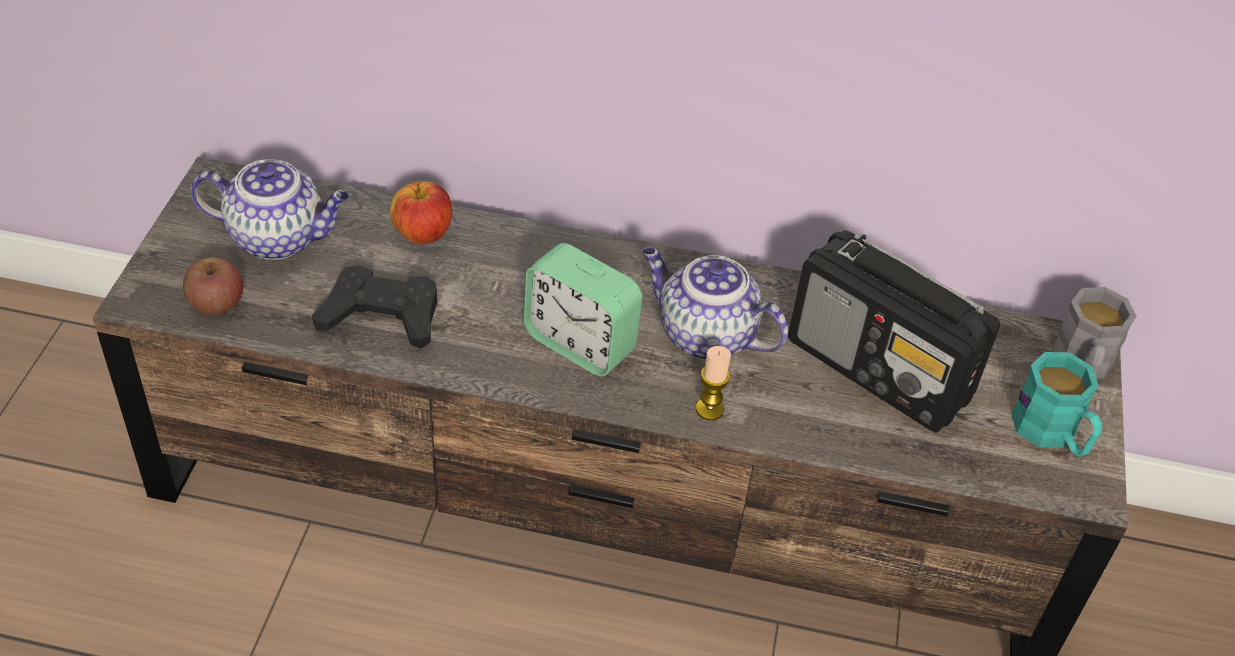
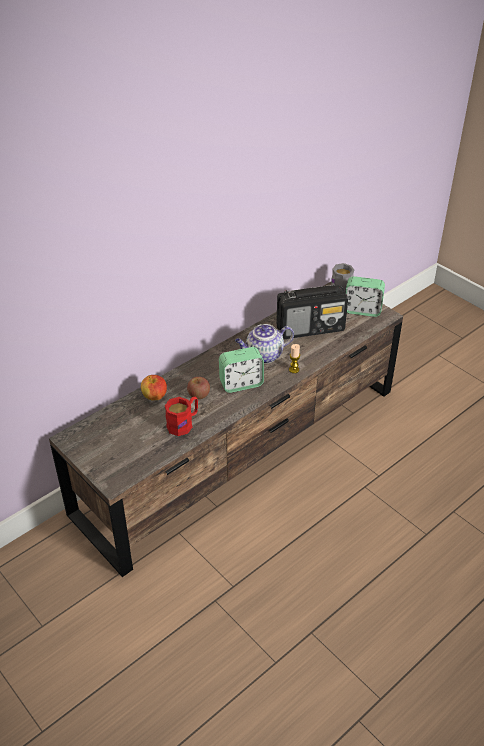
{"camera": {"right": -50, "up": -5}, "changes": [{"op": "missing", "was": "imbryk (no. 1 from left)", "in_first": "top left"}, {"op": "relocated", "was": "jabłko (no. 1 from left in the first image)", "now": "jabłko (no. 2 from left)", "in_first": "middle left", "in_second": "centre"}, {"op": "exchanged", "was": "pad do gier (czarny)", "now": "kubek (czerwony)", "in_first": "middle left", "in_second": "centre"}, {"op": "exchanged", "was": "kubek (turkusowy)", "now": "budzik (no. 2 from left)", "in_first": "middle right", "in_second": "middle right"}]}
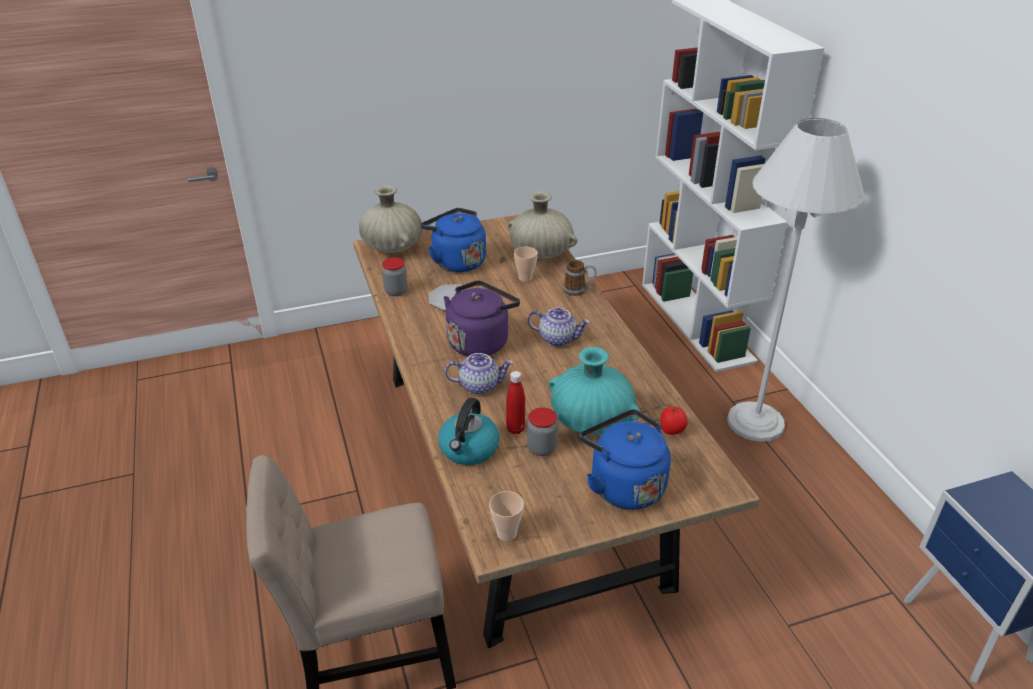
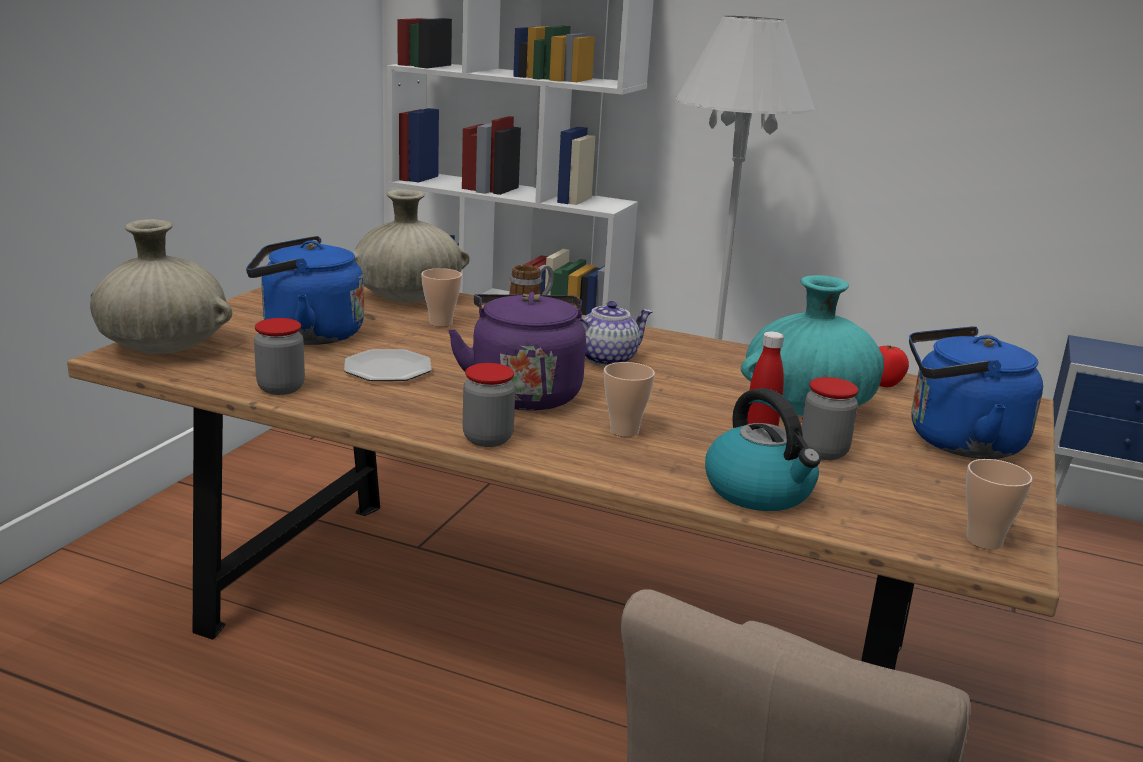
{"camera": {"right": -50, "up": -15}, "changes": [{"op": "exchanged", "was": "imbryk (no. 1 from left)", "now": "filiżanka (no. 2 from left)", "in_first": "centre", "in_second": "centre"}, {"op": "appeared", "now": "słoik (no. 2 from left)", "in_second": "centre"}]}
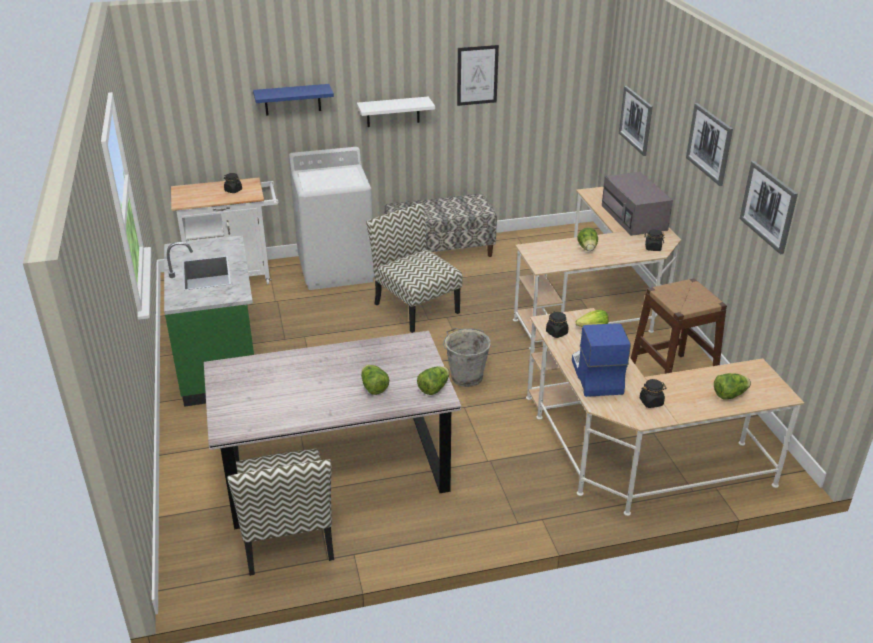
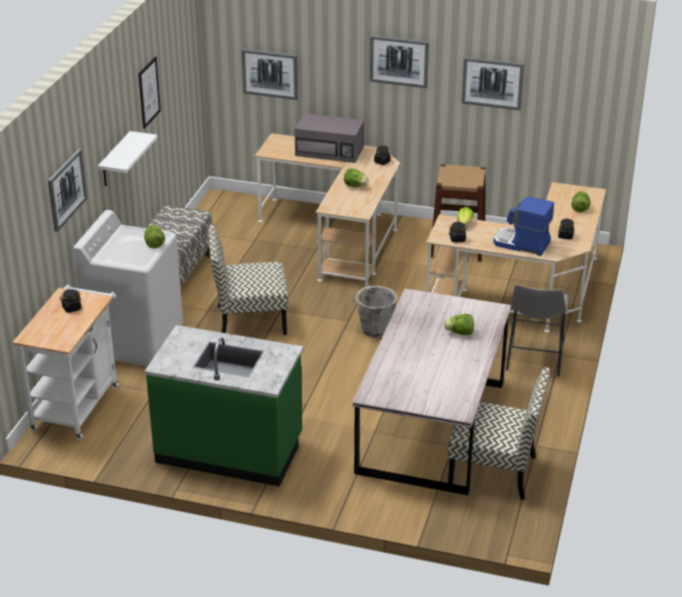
{"camera": {"right": -60, "up": 0}, "changes": [{"op": "exchanged", "was": "półka (niebieski)", "now": "obraz (no. 1 from left)", "in_first": "top centre", "in_second": "top left"}, {"op": "relocated", "was": "sałata (no. 2 from left in the first image)", "now": "sałata (no. 1 from left)", "in_first": "centre", "in_second": "middle left"}, {"op": "appeared", "now": "stołek (szary)", "in_second": "middle right"}]}
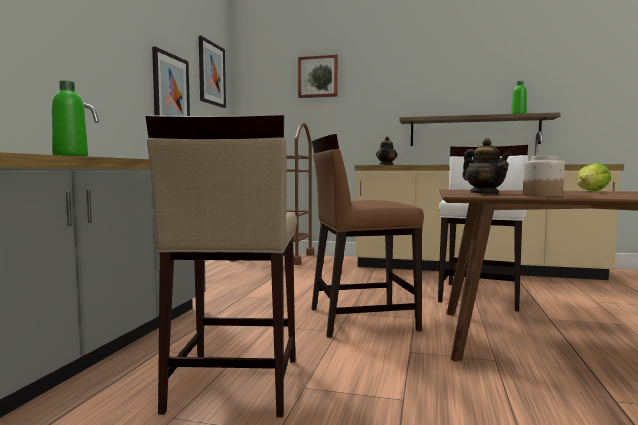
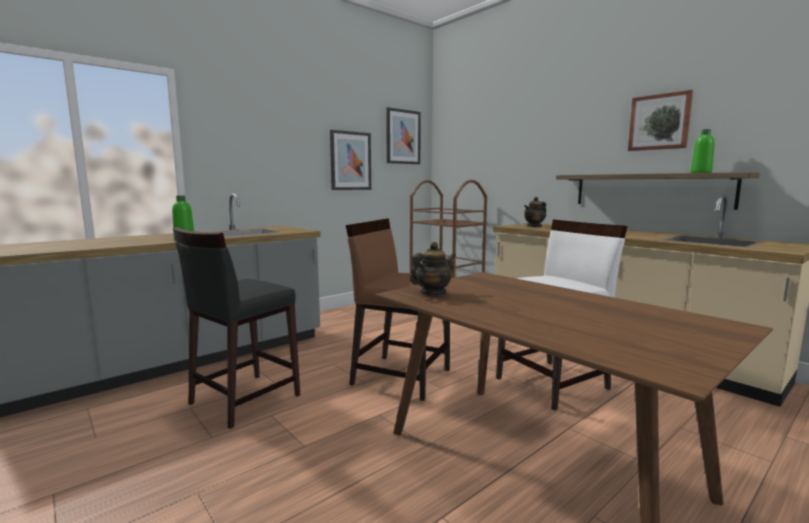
{"camera": {"right": 35, "up": 5}, "changes": [{"op": "relocated", "was": "obraz (no. 3 from left)", "in_first": "top centre", "in_second": "top right"}, {"op": "colour", "was": "stołek (beżowy)", "now": "stołek (czarny)", "in_first": "centre", "in_second": "middle left"}, {"op": "spun", "was": "imbryk (no. 2 from left in the first image)", "in_first": "middle right", "in_second": "centre", "clockwise": -135}, {"op": "missing", "was": "słoik", "in_first": "middle right"}, {"op": "missing", "was": "sałata", "in_first": "middle right"}]}
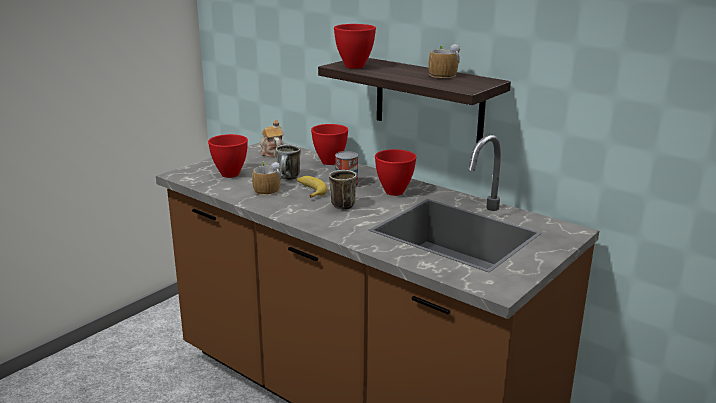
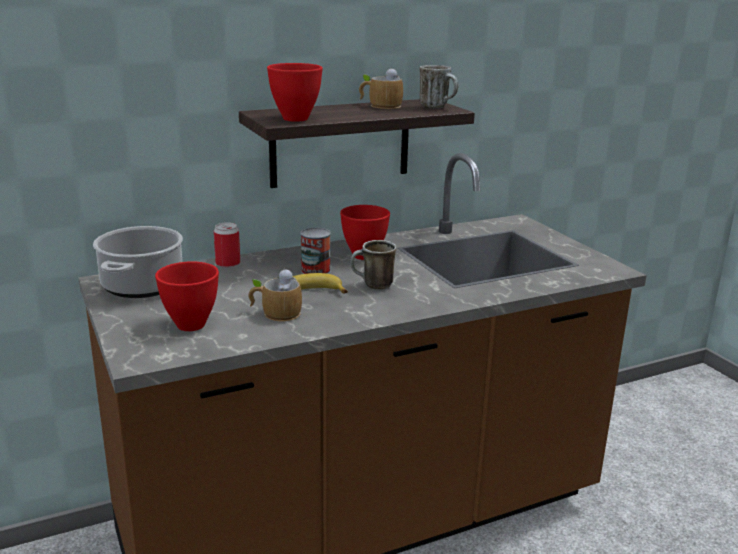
{"camera": {"right": -65, "up": 0}, "changes": [{"op": "exchanged", "was": "imbryk", "now": "garnek", "in_first": "centre", "in_second": "middle left"}, {"op": "exchanged", "was": "miska (czerwony) (no. 2 from left)", "now": "puszka (no. 1 from left)", "in_first": "centre", "in_second": "middle left"}, {"op": "relocated", "was": "kubek (no. 2 from left in the first image)", "now": "kubek (no. 4 from left)", "in_first": "centre", "in_second": "top centre"}]}
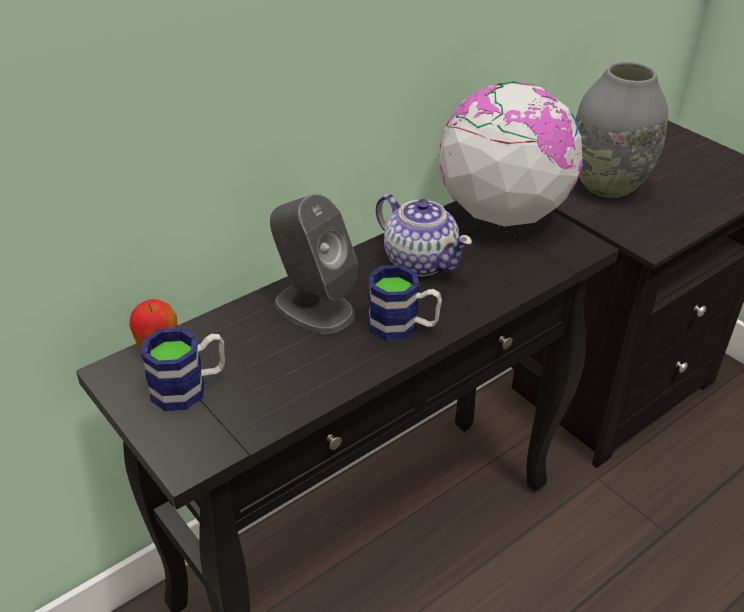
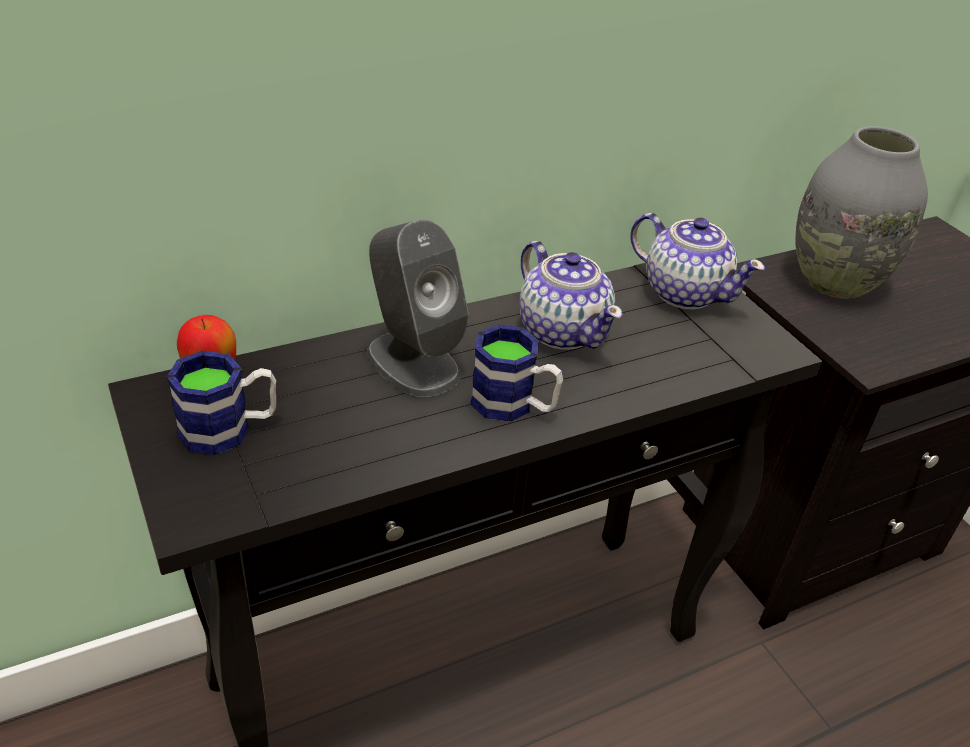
{"camera": {"right": 10, "up": 0}, "changes": [{"op": "exchanged", "was": "globus", "now": "imbryk (no. 2 from left)", "in_first": "top right", "in_second": "middle right"}]}
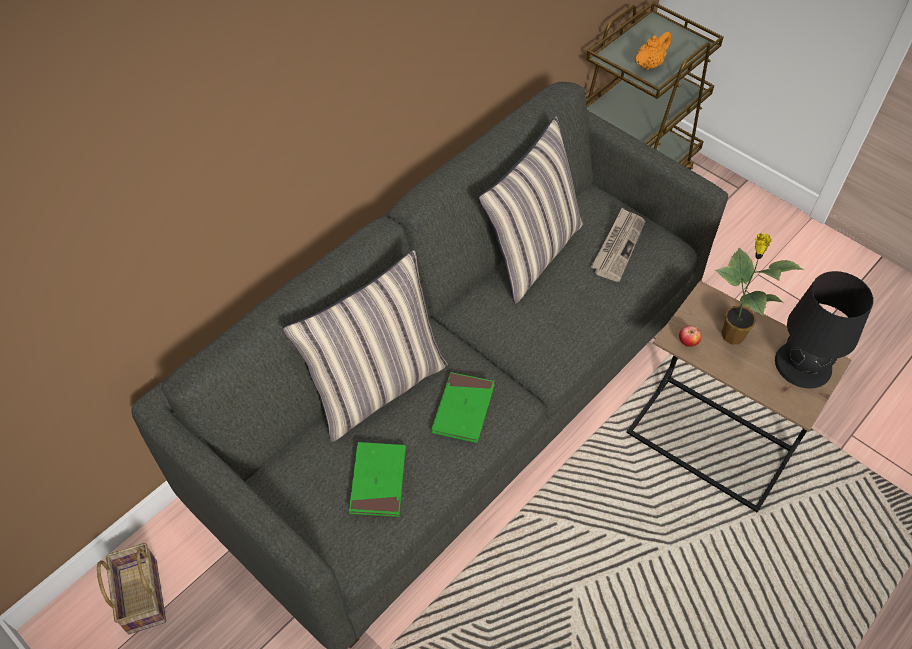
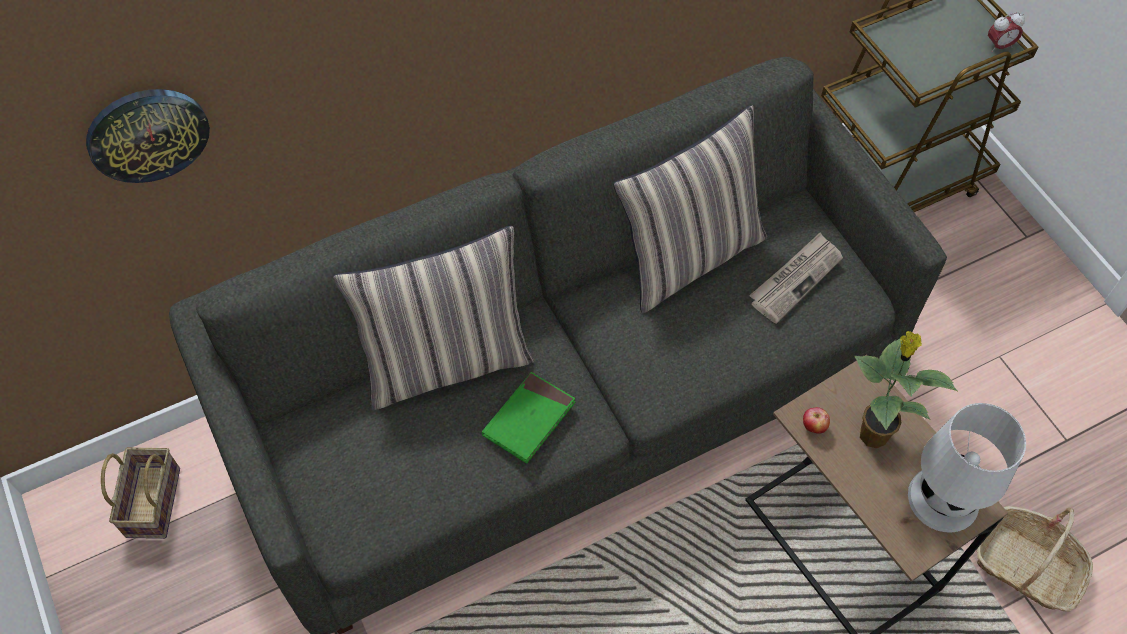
{"camera": {"right": 20, "up": 5}, "changes": [{"op": "missing", "was": "imbryk (pomarańczowy)", "in_first": "top right"}, {"op": "colour", "was": "lampa stołowa (czarny)", "now": "lampa stołowa (biały)", "in_first": "middle right", "in_second": "bottom right"}, {"op": "missing", "was": "książka (zielony) (no. 1 from left)", "in_first": "bottom centre"}, {"op": "appeared", "now": "budzik", "in_second": "top right"}, {"op": "appeared", "now": "zegar ścienny", "in_second": "top left"}, {"op": "appeared", "now": "koszyk (no. 2 from left)", "in_second": "bottom right"}]}
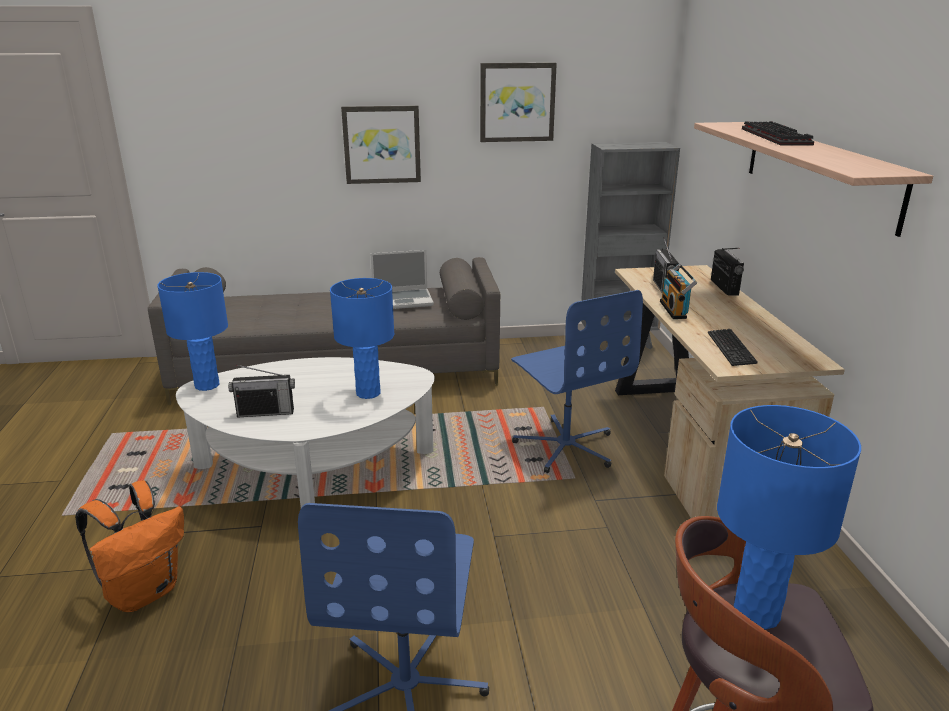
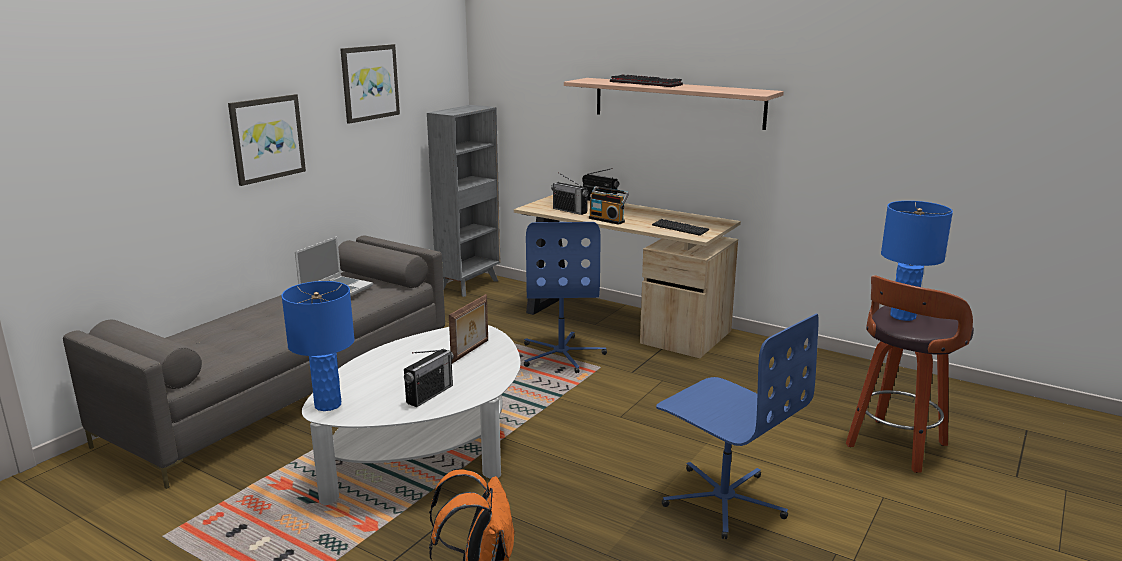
{"camera": {"right": -50, "up": -5}, "changes": [{"op": "exchanged", "was": "lampa stołowa (niebieski) (no. 2 from left)", "now": "ramka na zdjęcie", "in_first": "centre", "in_second": "centre"}, {"op": "spun", "was": "krzesło biurowe (niebieski) (no. 2 from left in the first image)", "in_first": "centre", "in_second": "centre", "clockwise": 75}]}
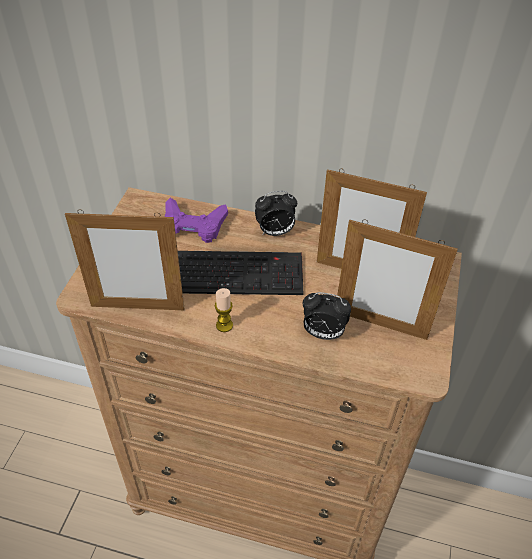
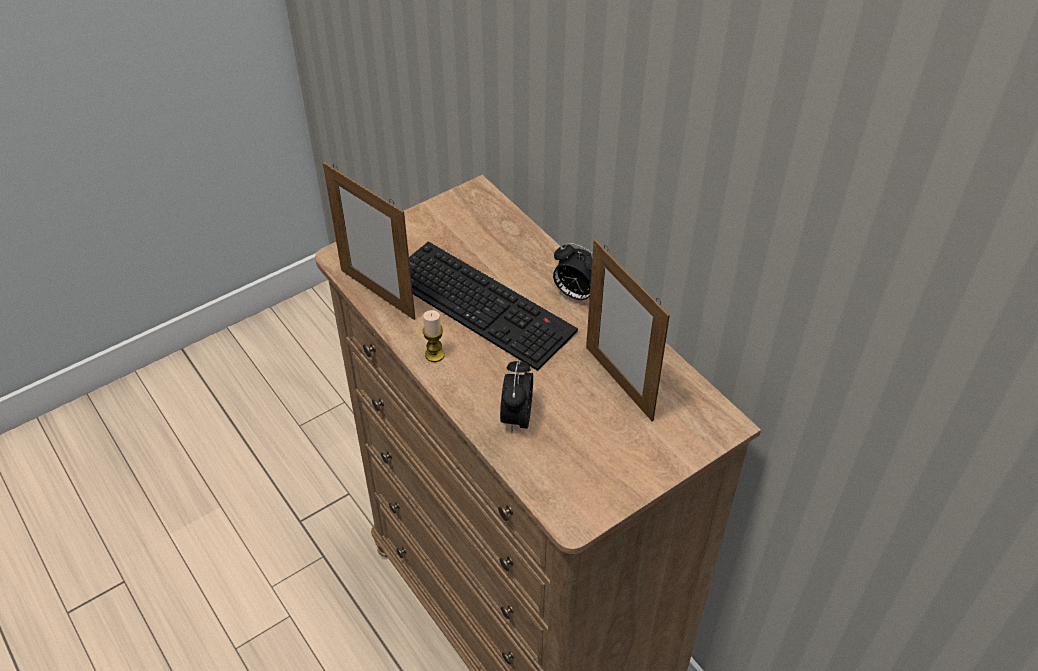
{"camera": {"right": 40, "up": 0}, "changes": [{"op": "missing", "was": "pad do gier (fioletowy)", "in_first": "centre"}, {"op": "missing", "was": "ramka na zdjęcie (no. 3 from left)", "in_first": "middle right"}, {"op": "spun", "was": "budzik (no. 2 from left in the first image)", "in_first": "centre", "in_second": "centre", "clockwise": 45}]}
